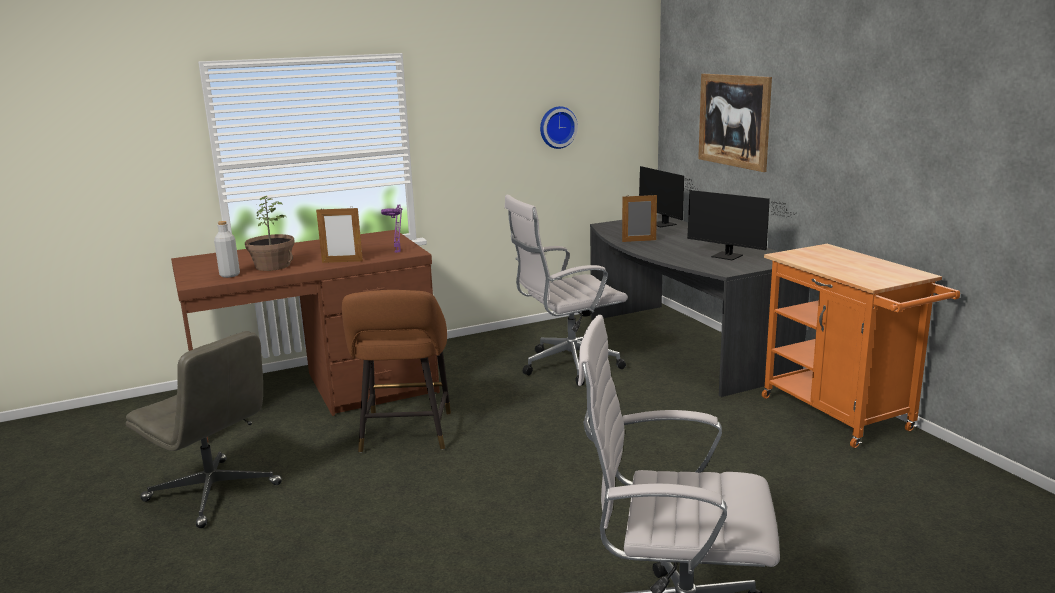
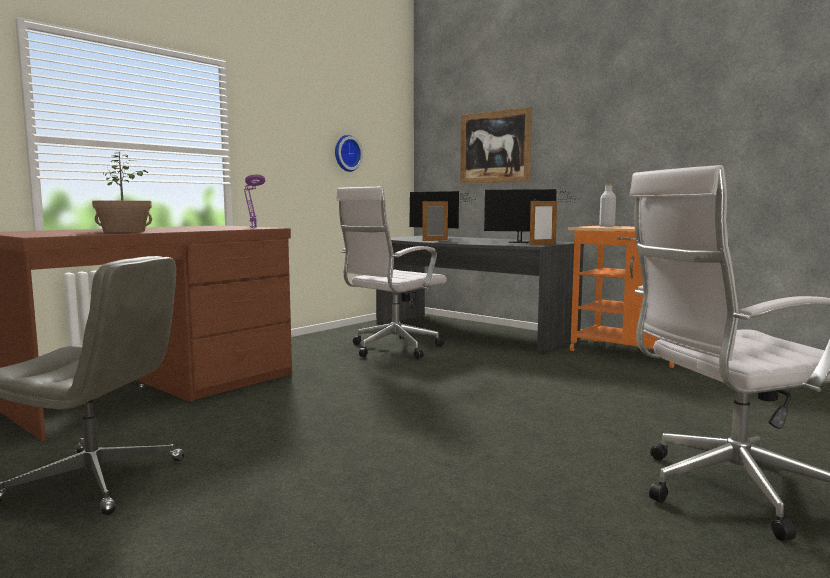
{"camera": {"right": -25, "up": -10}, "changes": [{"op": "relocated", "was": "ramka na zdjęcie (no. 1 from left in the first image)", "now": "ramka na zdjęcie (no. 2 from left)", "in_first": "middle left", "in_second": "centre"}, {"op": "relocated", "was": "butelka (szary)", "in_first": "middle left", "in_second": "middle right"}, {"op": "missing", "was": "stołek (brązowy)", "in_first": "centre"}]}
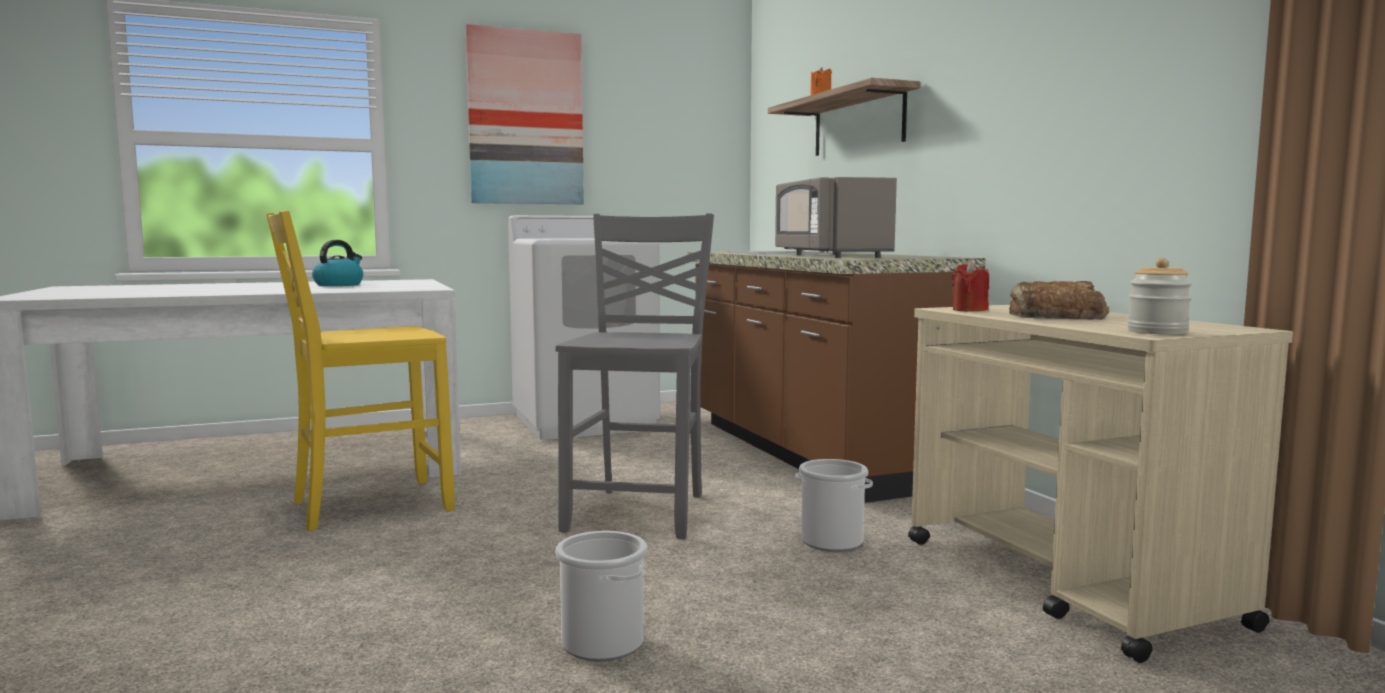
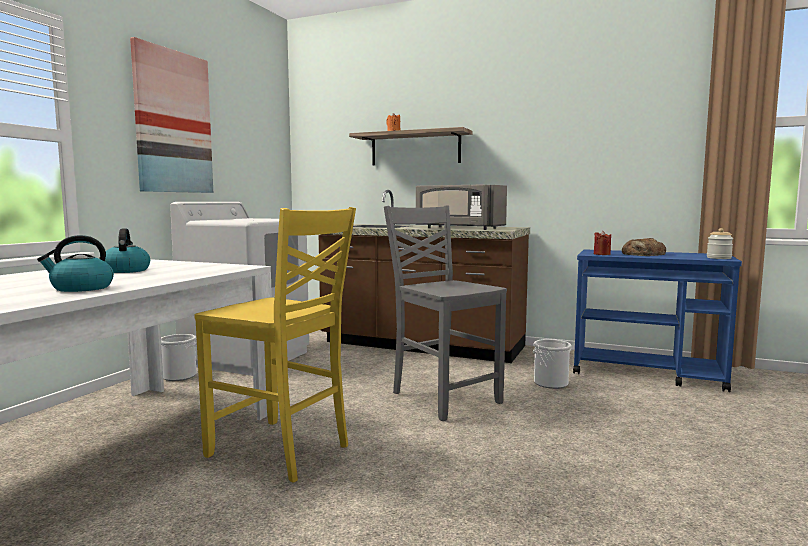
{"camera": {"right": -45, "up": 0}, "changes": [{"op": "spun", "was": "krzesło (żółty)", "in_first": "middle left", "in_second": "centre", "clockwise": -75}, {"op": "colour", "was": "wózek (beżowy)", "now": "wózek (niebieski)", "in_first": "bottom right", "in_second": "middle right"}, {"op": "relocated", "was": "wiadro (no. 1 from left)", "in_first": "bottom centre", "in_second": "middle left"}, {"op": "appeared", "now": "czajnik (no. 1 from left)", "in_second": "middle left"}]}
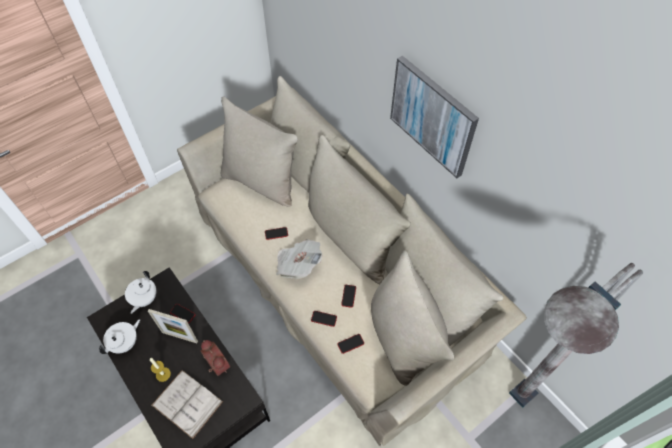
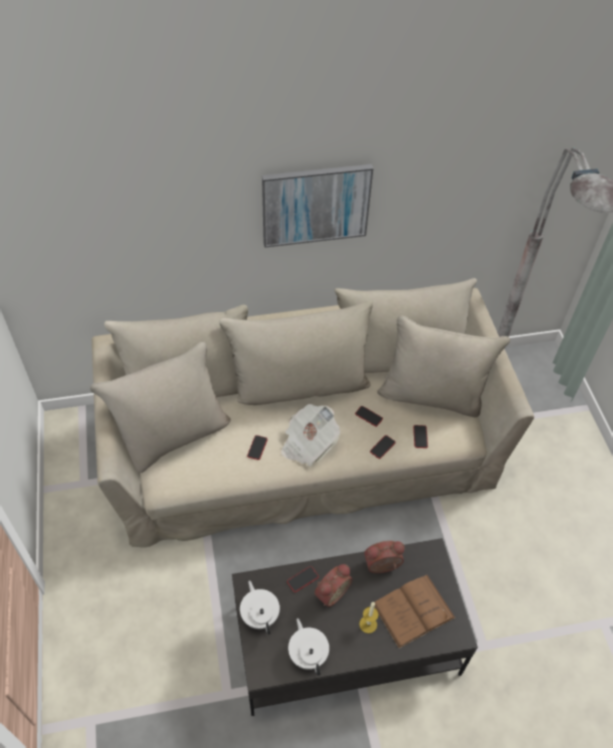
{"camera": {"right": -65, "up": -5}, "changes": [{"op": "spun", "was": "imbryk (biały) (no. 2 from left in the first image)", "in_first": "middle left", "in_second": "bottom centre", "clockwise": -150}, {"op": "exchanged", "was": "ramka na zdjęcie", "now": "budzik (no. 1 from left)", "in_first": "bottom left", "in_second": "bottom centre"}, {"op": "colour", "was": "książka (biały)", "now": "książka (brązowy)", "in_first": "bottom left", "in_second": "bottom right"}]}
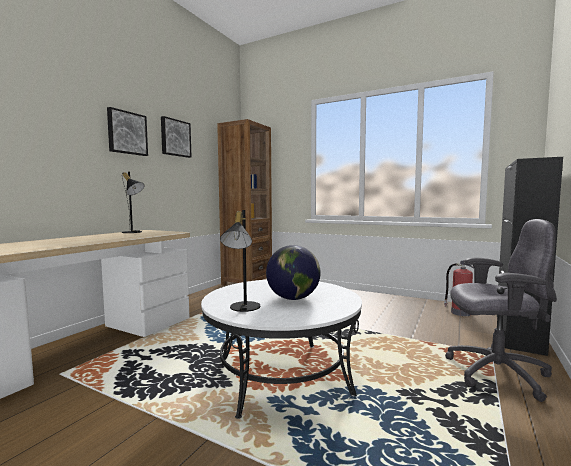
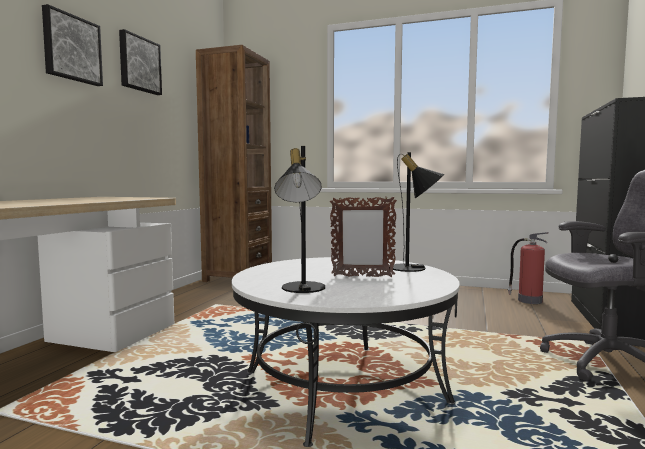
{"camera": {"right": -10, "up": 0}, "changes": [{"op": "relocated", "was": "lampa stołowa (czarny) (no. 1 from left in the first image)", "now": "lampa stołowa (czarny) (no. 2 from left)", "in_first": "middle left", "in_second": "centre"}, {"op": "exchanged", "was": "globus", "now": "ramka na zdjęcie", "in_first": "centre", "in_second": "centre"}]}
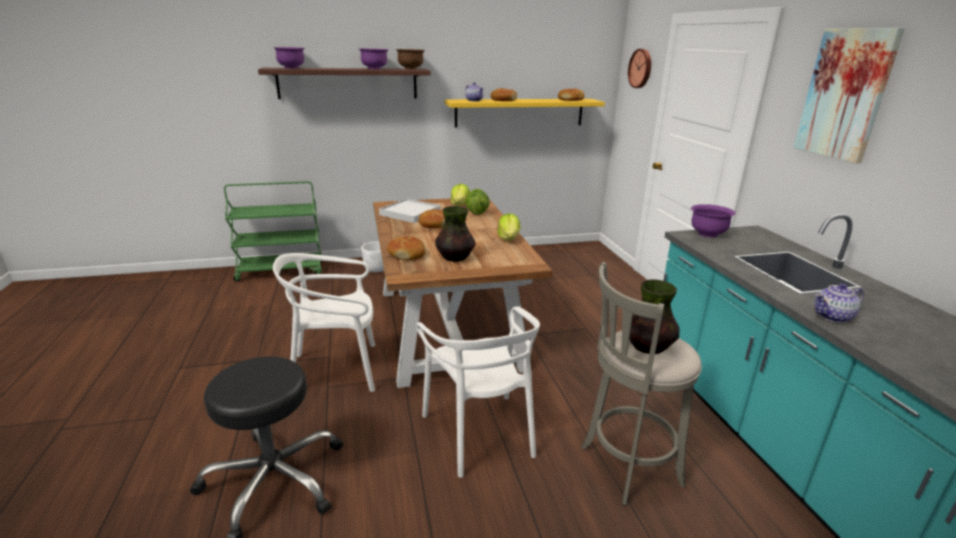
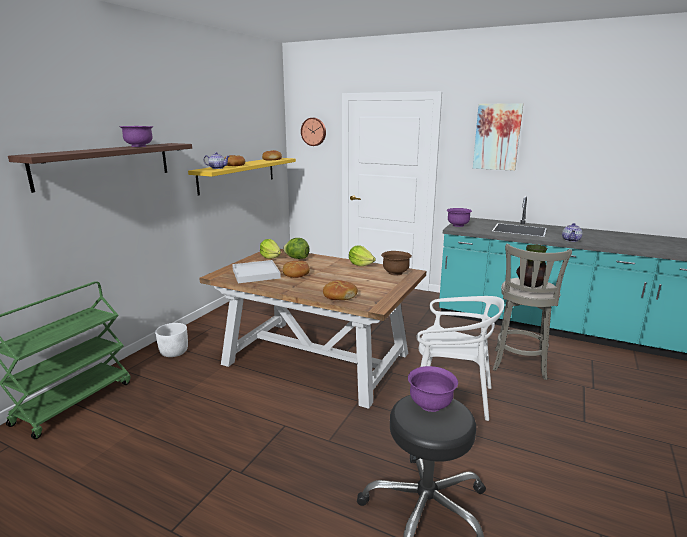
{"camera": {"right": -50, "up": -5}, "changes": [{"op": "relocated", "was": "miska (fioletowy) (no. 1 from left in the first image)", "now": "miska (fioletowy) (no. 2 from left)", "in_first": "top left", "in_second": "bottom centre"}, {"op": "relocated", "was": "miska (brązowy)", "in_first": "top centre", "in_second": "centre"}, {"op": "missing", "was": "wazon (no. 1 from left)", "in_first": "centre"}, {"op": "missing", "was": "krzesło (biały) (no. 1 from left)", "in_first": "centre"}]}
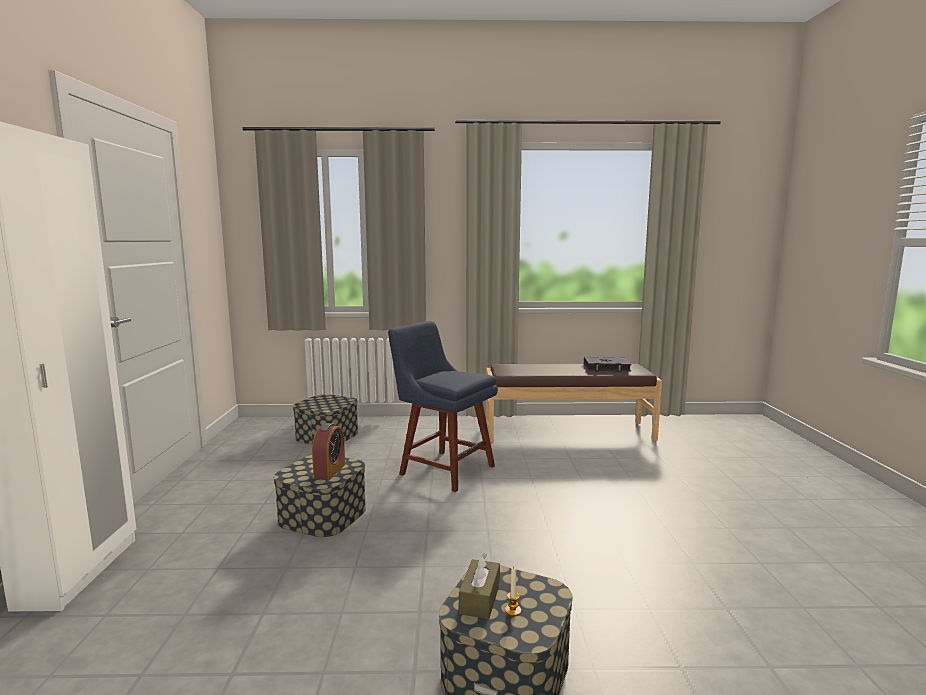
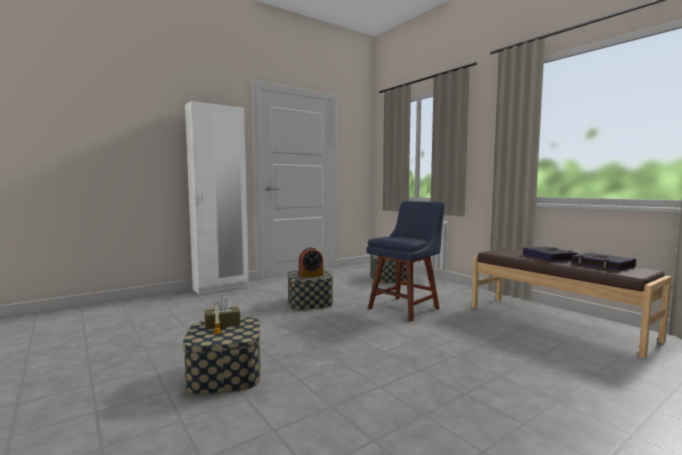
{"camera": {"right": 55, "up": -5}, "changes": [{"op": "spun", "was": "krzesło (niebieski)", "in_first": "centre", "in_second": "centre", "clockwise": 45}, {"op": "appeared", "now": "książka (no. 1 from left)", "in_second": "middle right"}]}
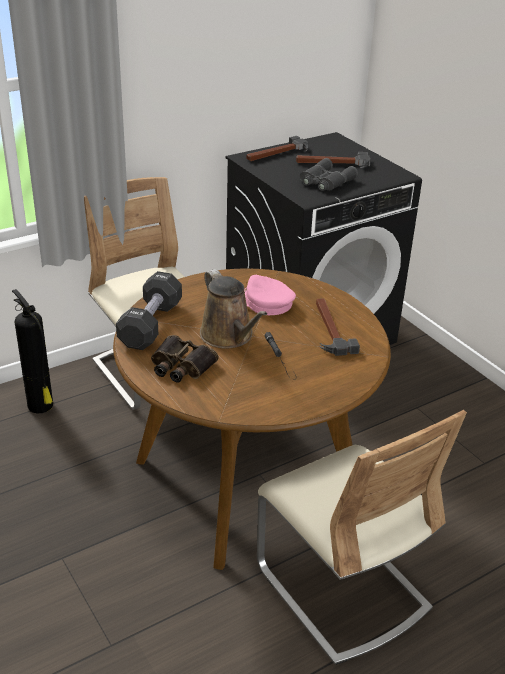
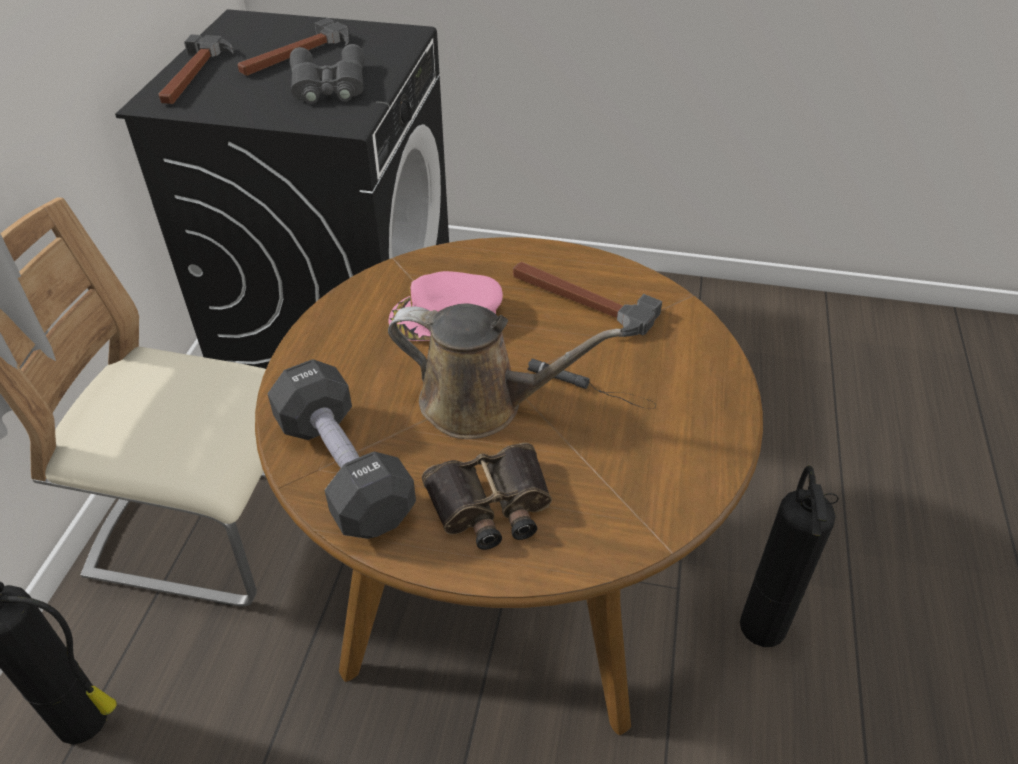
{"camera": {"right": -45, "up": 10}, "changes": [{"op": "exchanged", "was": "krzesło (beżowy) (no. 2 from left)", "now": "gaśnica (no. 2 from left)", "in_first": "bottom right", "in_second": "bottom right"}]}
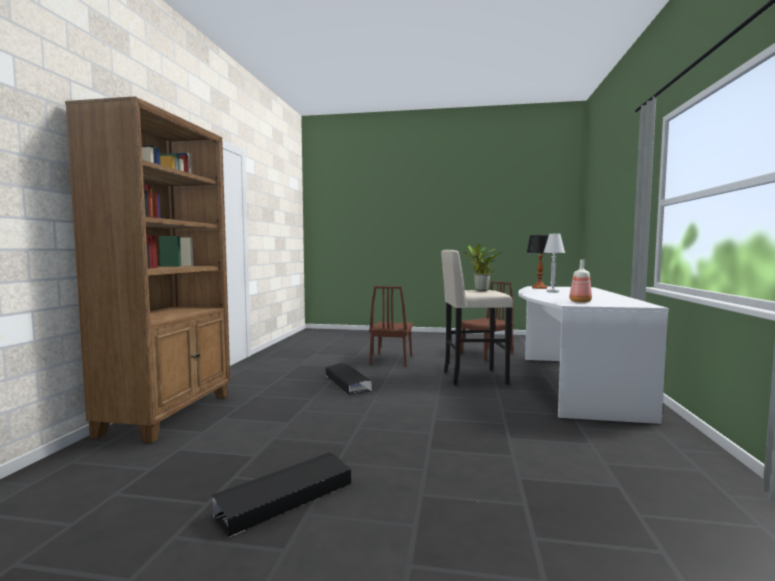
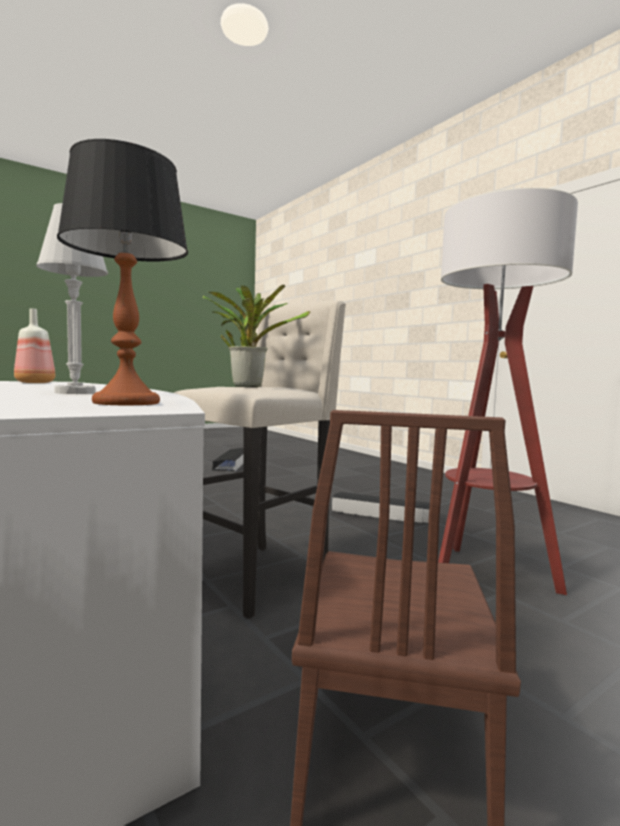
{"camera": {"right": 135, "up": 0}, "changes": [{"op": "missing", "was": "regał (brązowy)", "in_first": "middle left"}, {"op": "exchanged", "was": "krzesło (brązowy) (no. 1 from left)", "now": "lampa stojąca", "in_first": "centre", "in_second": "middle right"}]}
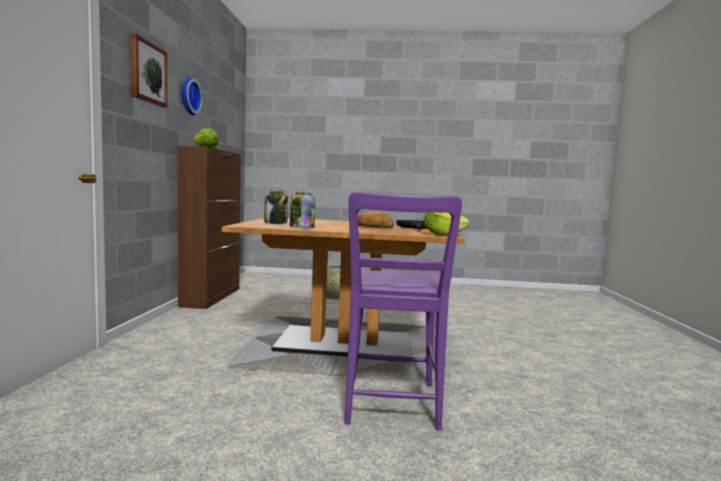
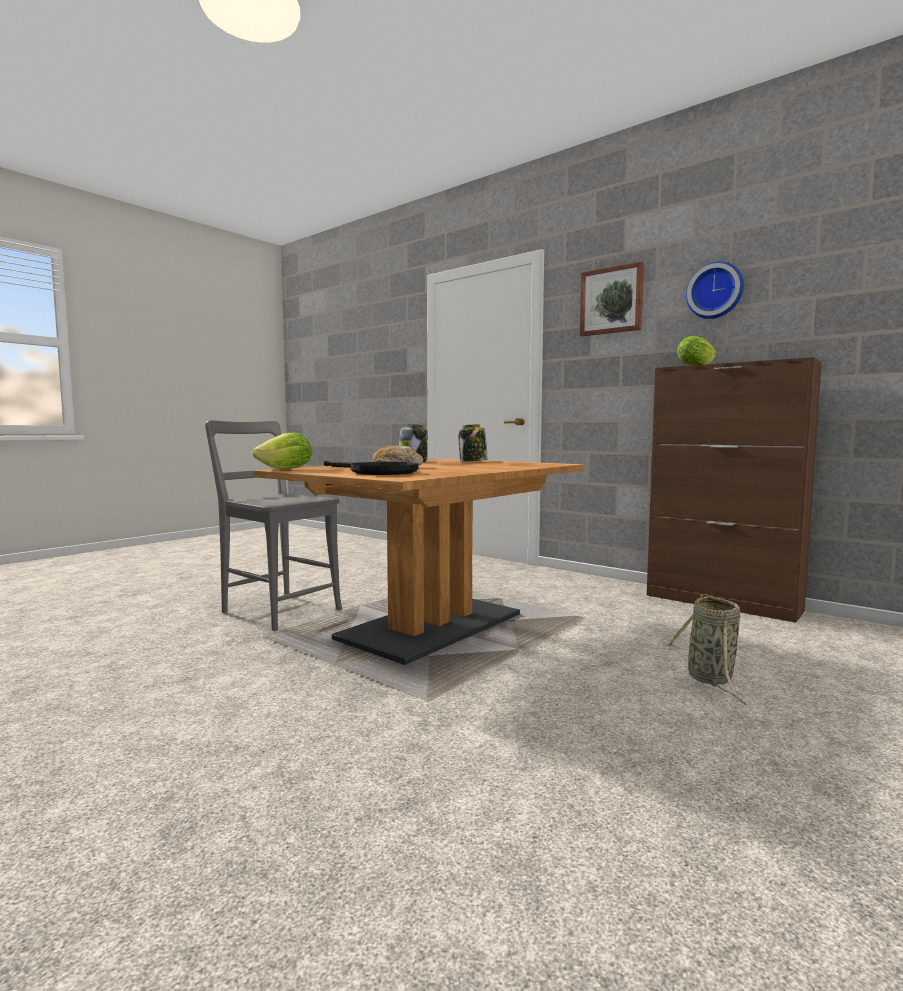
{"camera": {"right": 125, "up": 0}, "changes": [{"op": "colour", "was": "krzesło (fioletowy)", "now": "krzesło (szary)", "in_first": "centre", "in_second": "middle left"}]}
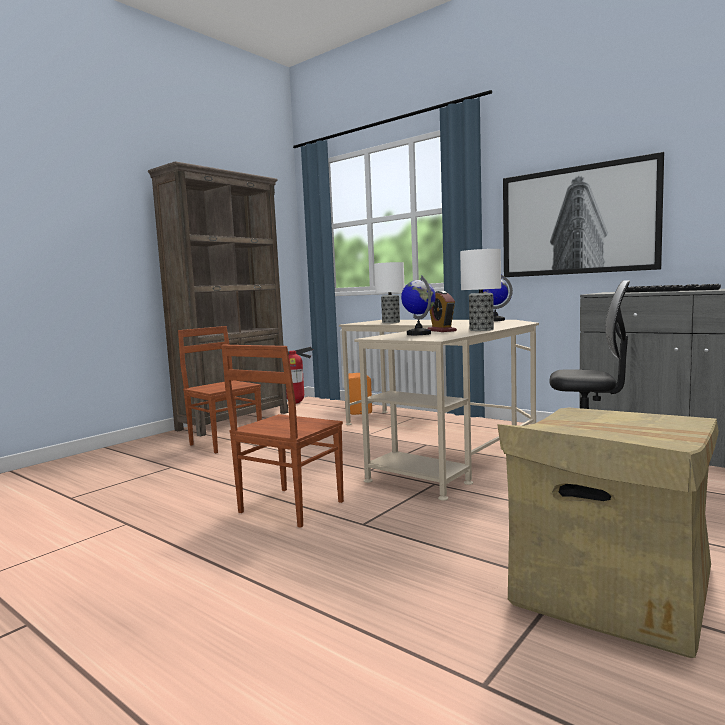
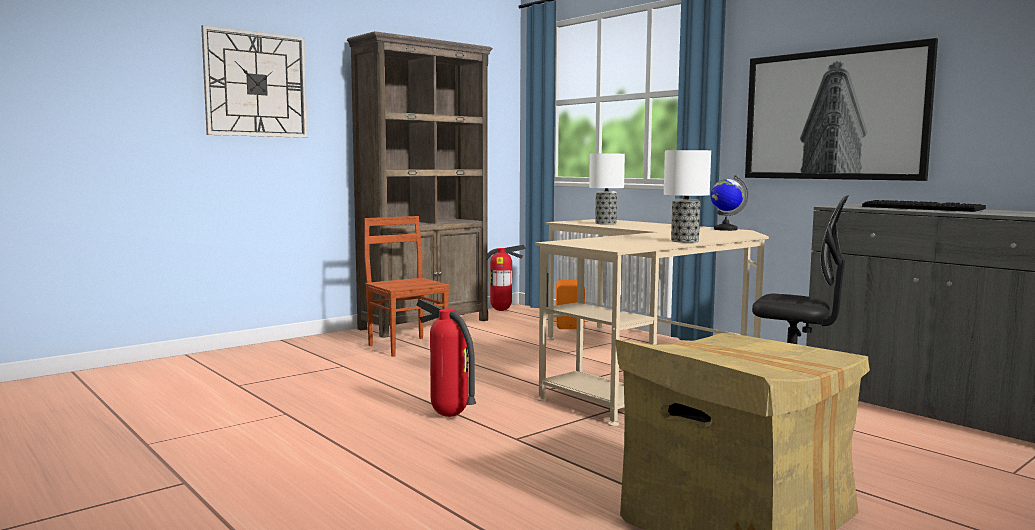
{"camera": {"right": 10, "up": 0}, "changes": [{"op": "missing", "was": "globus (no. 1 from left)", "in_first": "centre"}, {"op": "missing", "was": "budzik", "in_first": "centre"}, {"op": "exchanged", "was": "krzesło (brązowy) (no. 2 from left)", "now": "gaśnica (no. 1 from left)", "in_first": "centre", "in_second": "bottom centre"}, {"op": "appeared", "now": "zegar ścienny", "in_second": "top left"}]}
